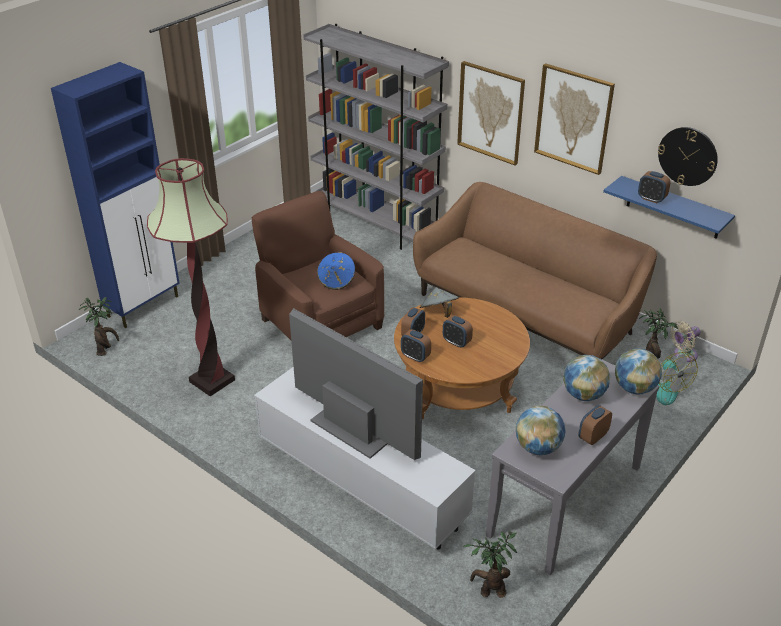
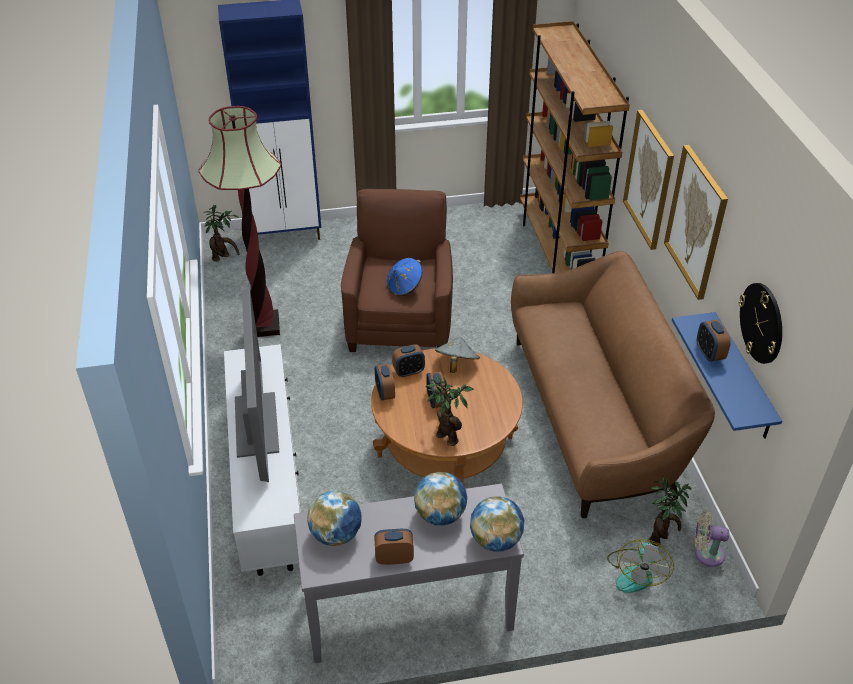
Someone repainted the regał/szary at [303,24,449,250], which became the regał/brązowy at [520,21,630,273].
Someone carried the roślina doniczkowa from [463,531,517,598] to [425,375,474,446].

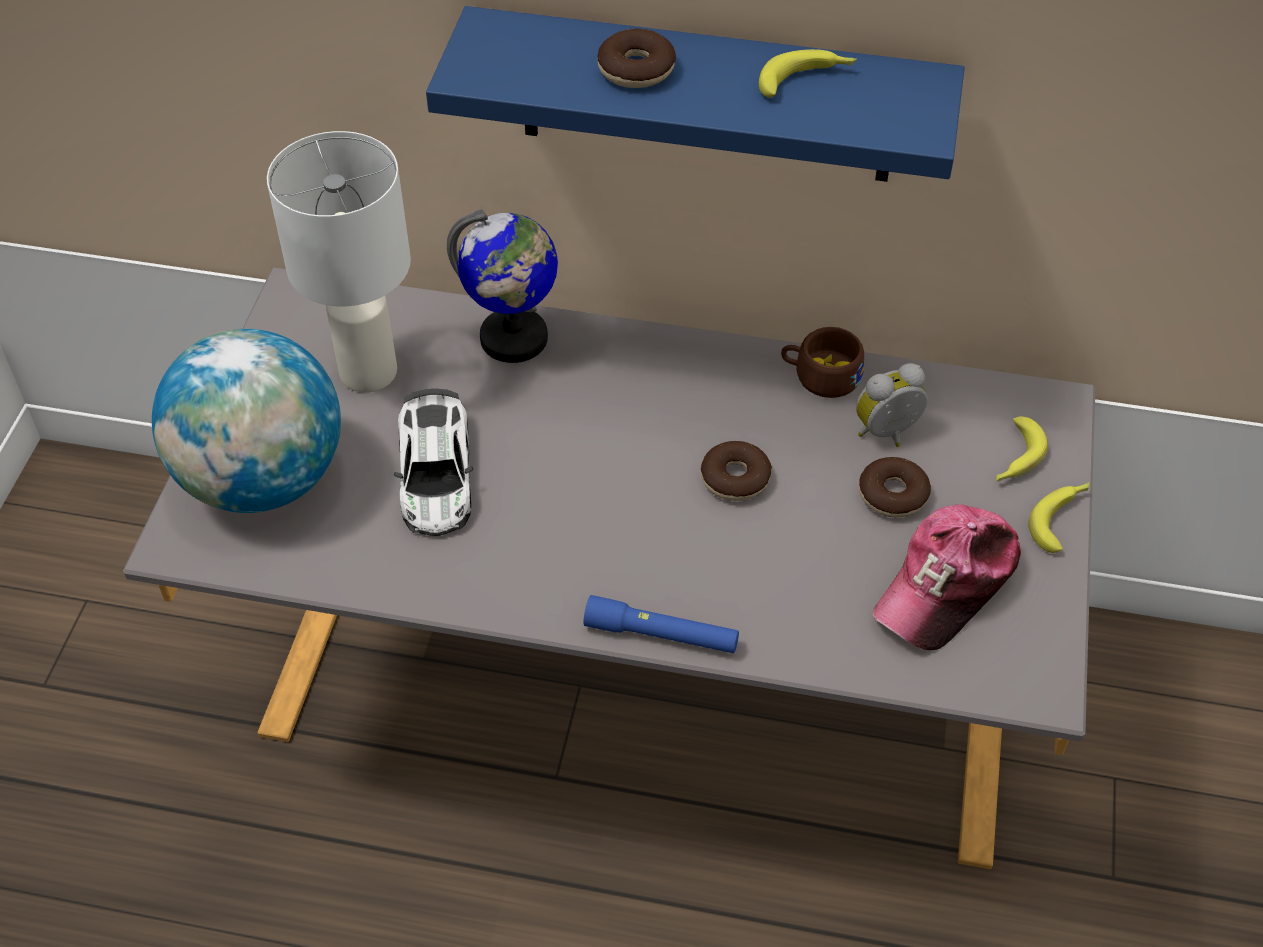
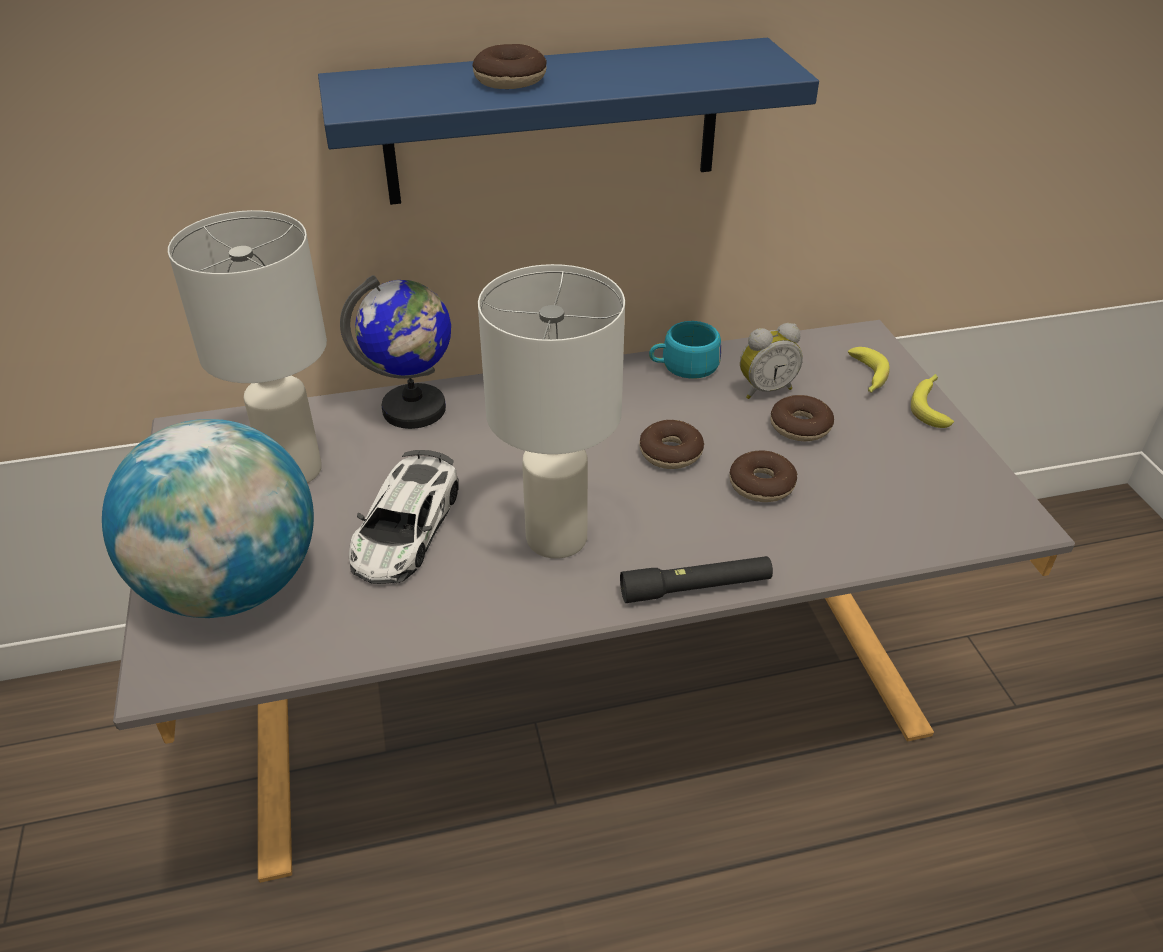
Someone rotated the samochodzik at [394,389,473,536] by 45 degrees clockwise.
Someone repainted the latarka/niebieski at [583,595,739,653], which became the latarka/czarny at [620,556,773,603].
Someone took away the banan at [759,49,857,97].
Someone repainted the filiżanka/brązowy at [781,327,864,398], which became the filiżanka/turkusowy at [649,321,721,379].
Someone rotated the budzik at [856,363,928,447] by 150 degrees counterclockwise.
Someone took away the czapka z daszkiem at [873,504,1021,650].
Someone put down the lampa stołowa/biały at [478,264,625,559].
Someone put down the donut at [730,451,797,502].

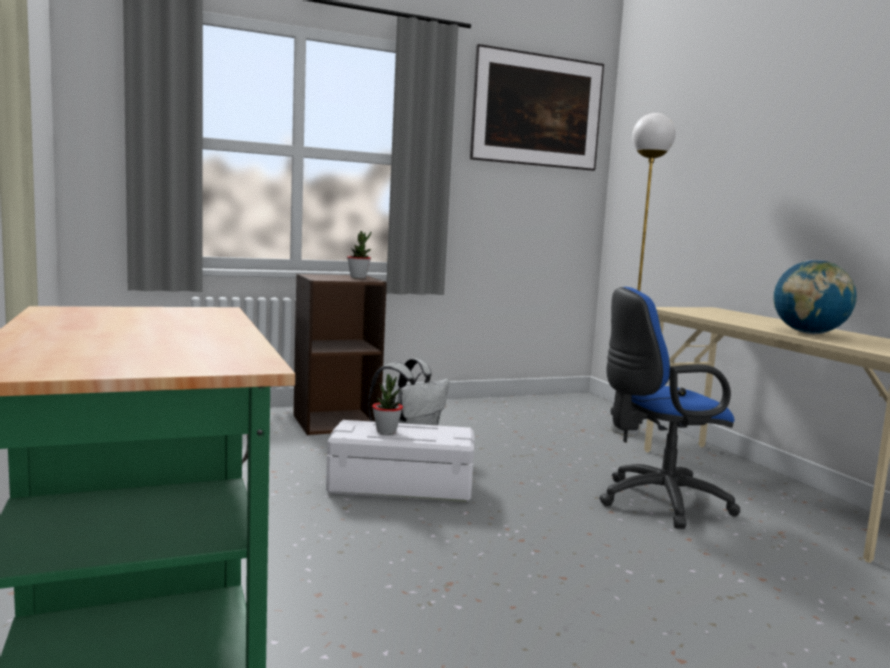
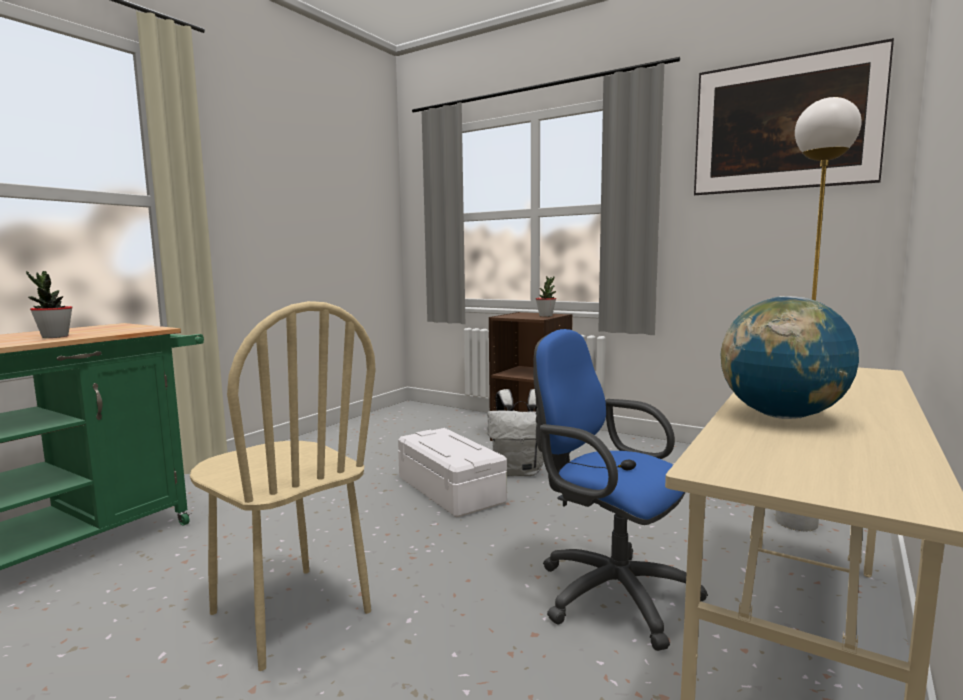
Someone carried the roślina doniczkowa from [372,374,403,434] to [26,271,73,338].
Someone put down the krzesło/beżowy at [190,301,376,671].

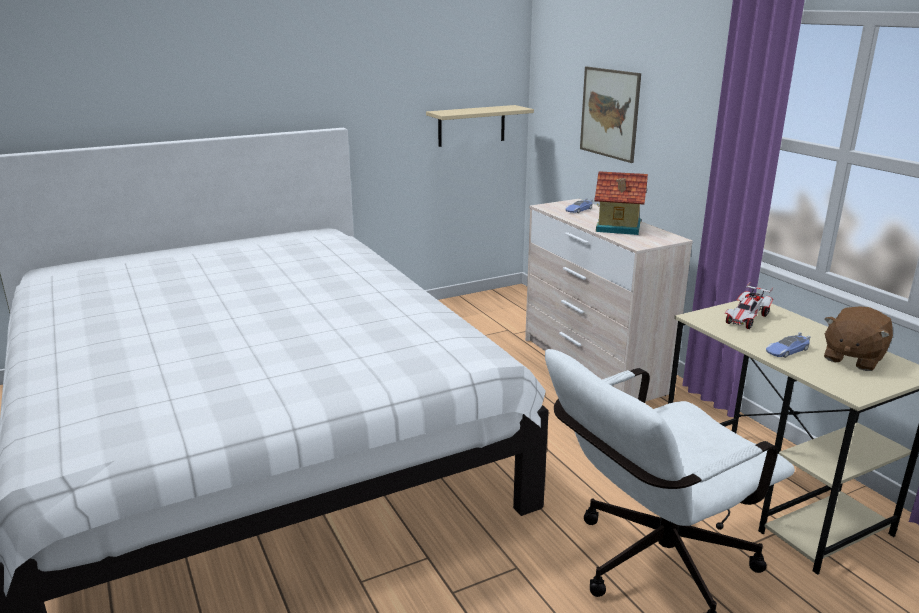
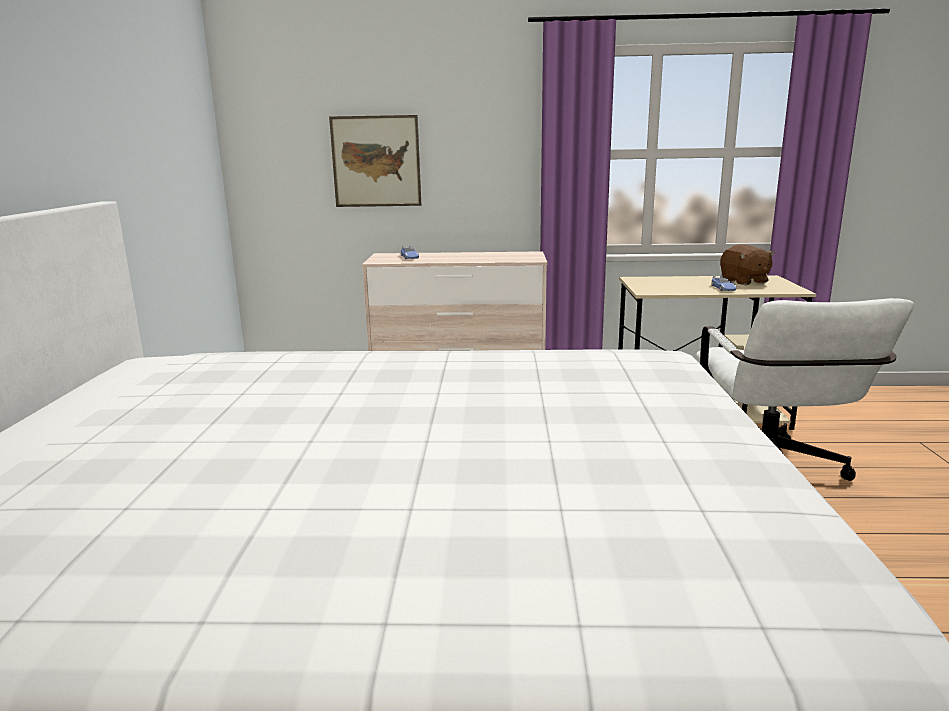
Someone took away the półka/beżowy at [426,105,534,147].
Someone took away the domek at [594,171,648,235].
Someone took away the samochodzik at [725,282,773,329].

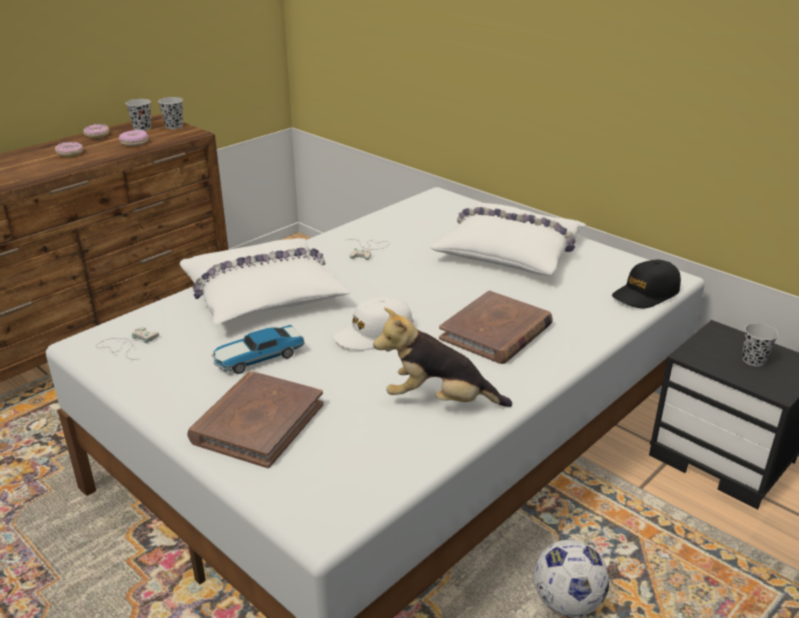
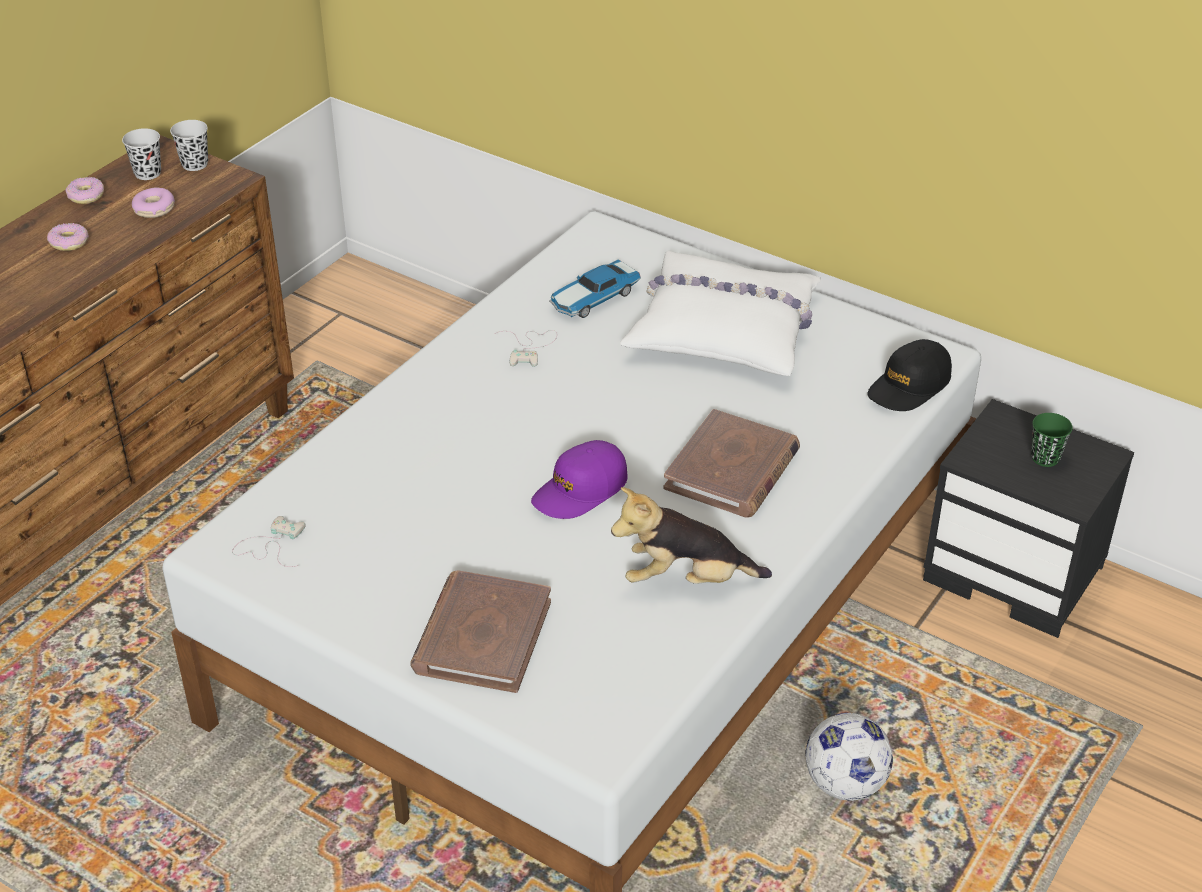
Someone took away the poduszka/biały at [180,238,350,325].
Someone carried the samochodzik from [212,325,305,374] to [549,260,641,318].
Someone repainted the czapka z daszkiem/biały at [333,296,414,351], which became the czapka z daszkiem/fioletowy at [531,440,628,519].
Someone repainted the filiżanka/czarny at [742,323,778,366], which became the filiżanka/zielony at [1031,413,1073,467].

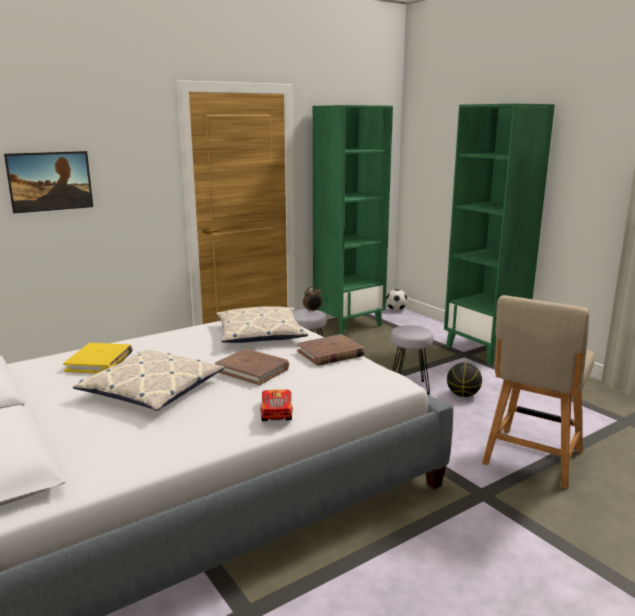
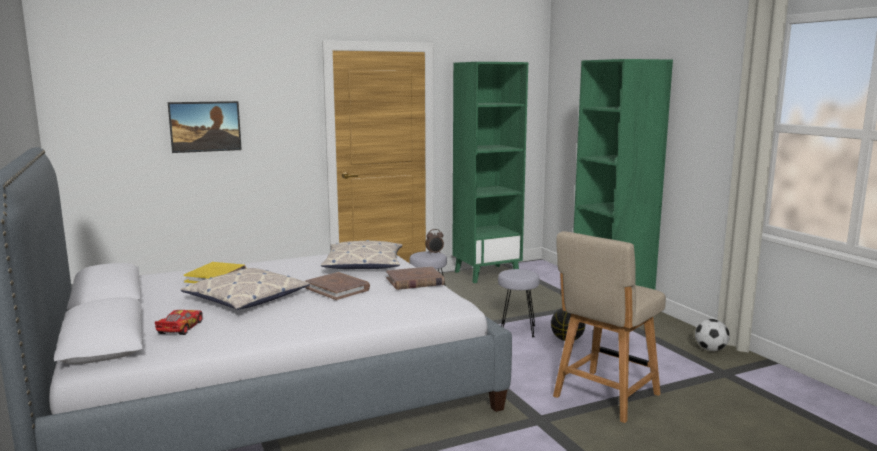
Someone carried the samochodzik from [260,390,293,421] to [155,310,203,335].
Someone carried the piłka futbolowa from [386,289,408,311] to [695,319,730,351].

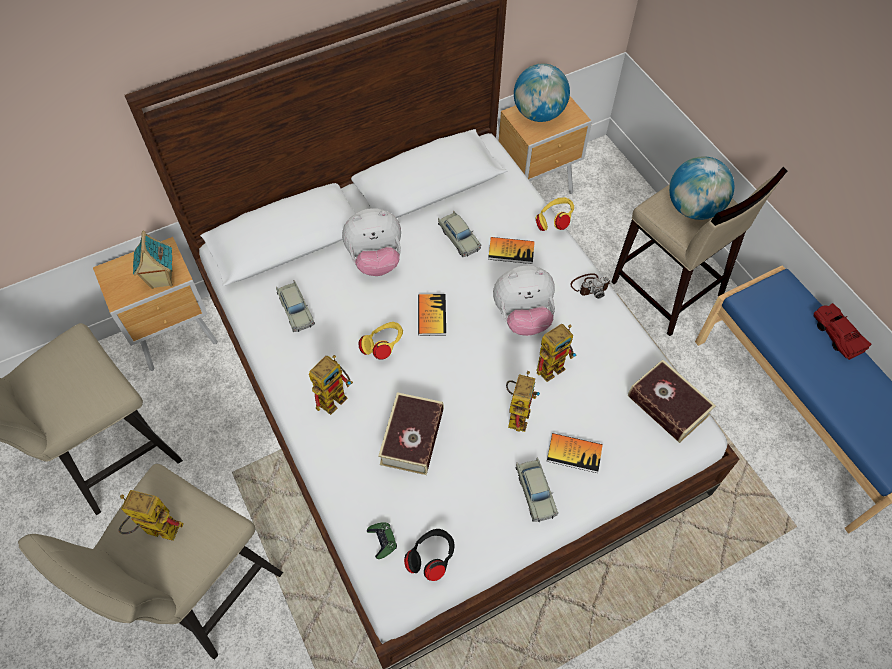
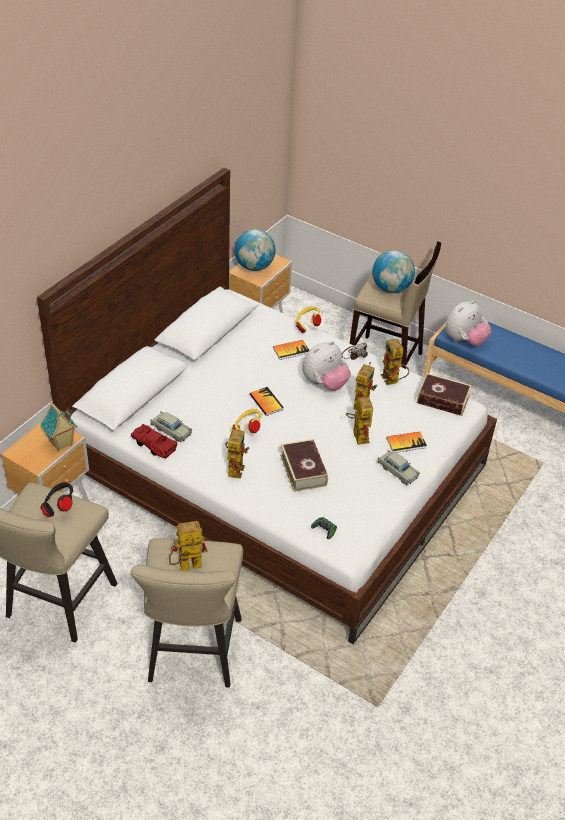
Someone carried the pluszak from [342,208,401,276] to [445,300,491,346].
Someone carried the słuchawki/czarny from [404,529,454,581] to [41,482,73,517].
Someone took away the samochodzik/beżowy at [438,211,481,257].
Someone carried the samochodzik/czerwony from [813,303,871,360] to [131,424,177,459].
Someone put down the robot zabawkowy at [381,339,409,385].

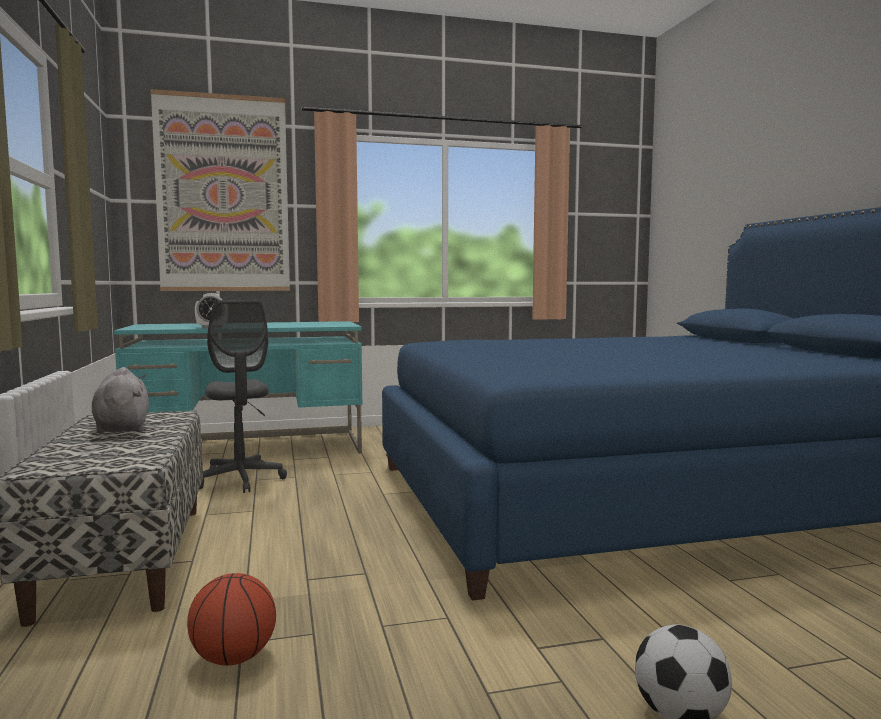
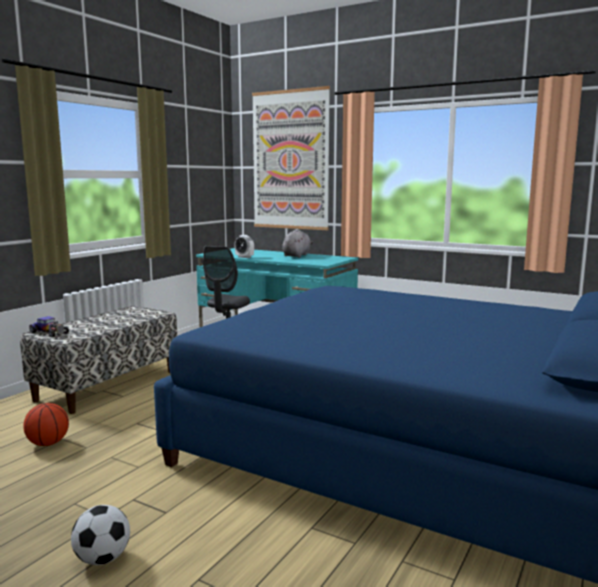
Someone carried the pluszak/szary from [92,367,149,434] to [282,229,313,258].
Someone put down the samochodzik at [29,316,69,337].

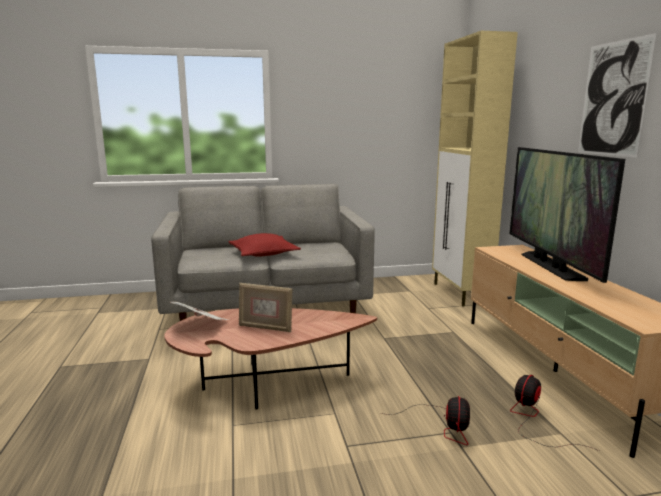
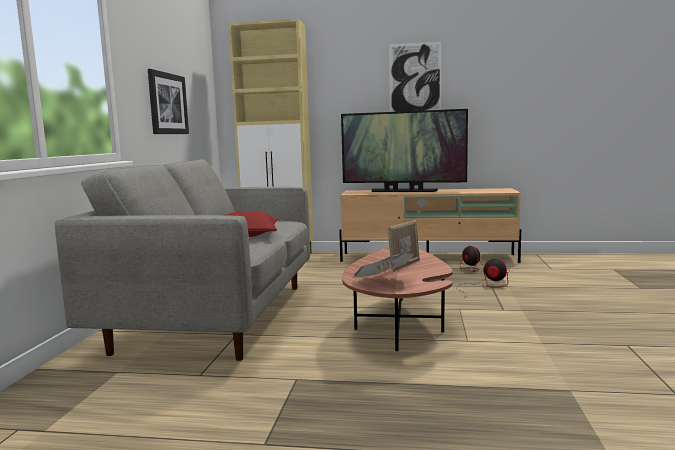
Someone put up the obraz at [148,69,189,134].

